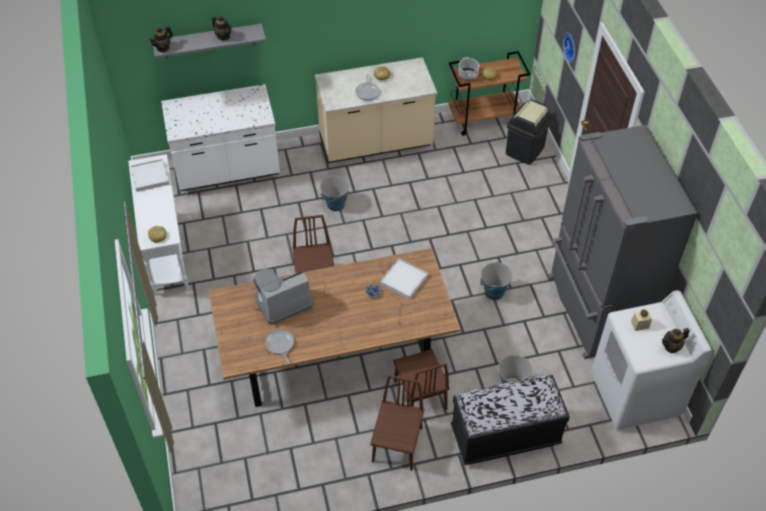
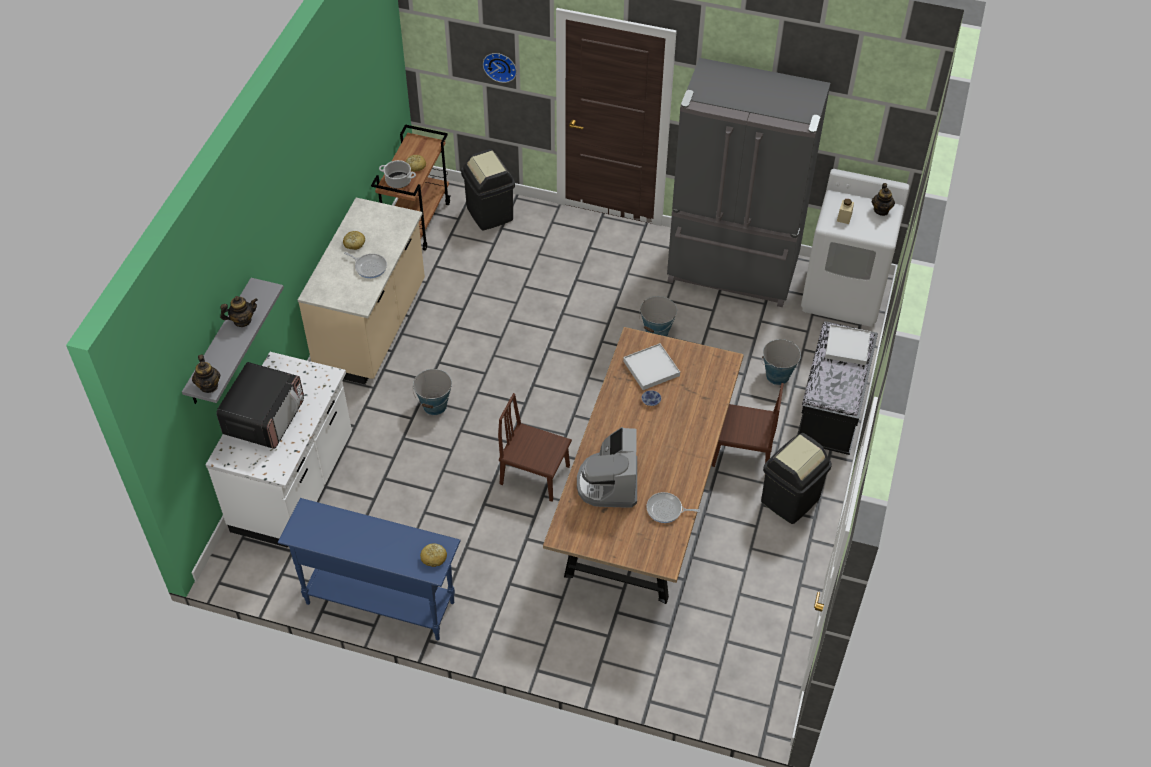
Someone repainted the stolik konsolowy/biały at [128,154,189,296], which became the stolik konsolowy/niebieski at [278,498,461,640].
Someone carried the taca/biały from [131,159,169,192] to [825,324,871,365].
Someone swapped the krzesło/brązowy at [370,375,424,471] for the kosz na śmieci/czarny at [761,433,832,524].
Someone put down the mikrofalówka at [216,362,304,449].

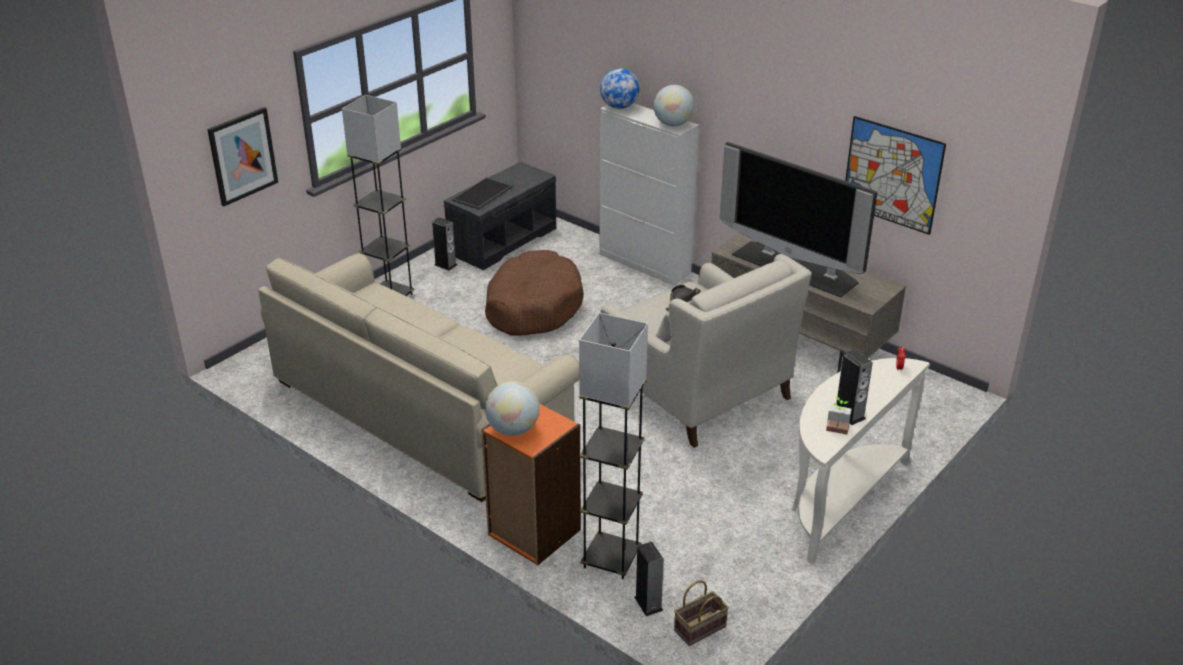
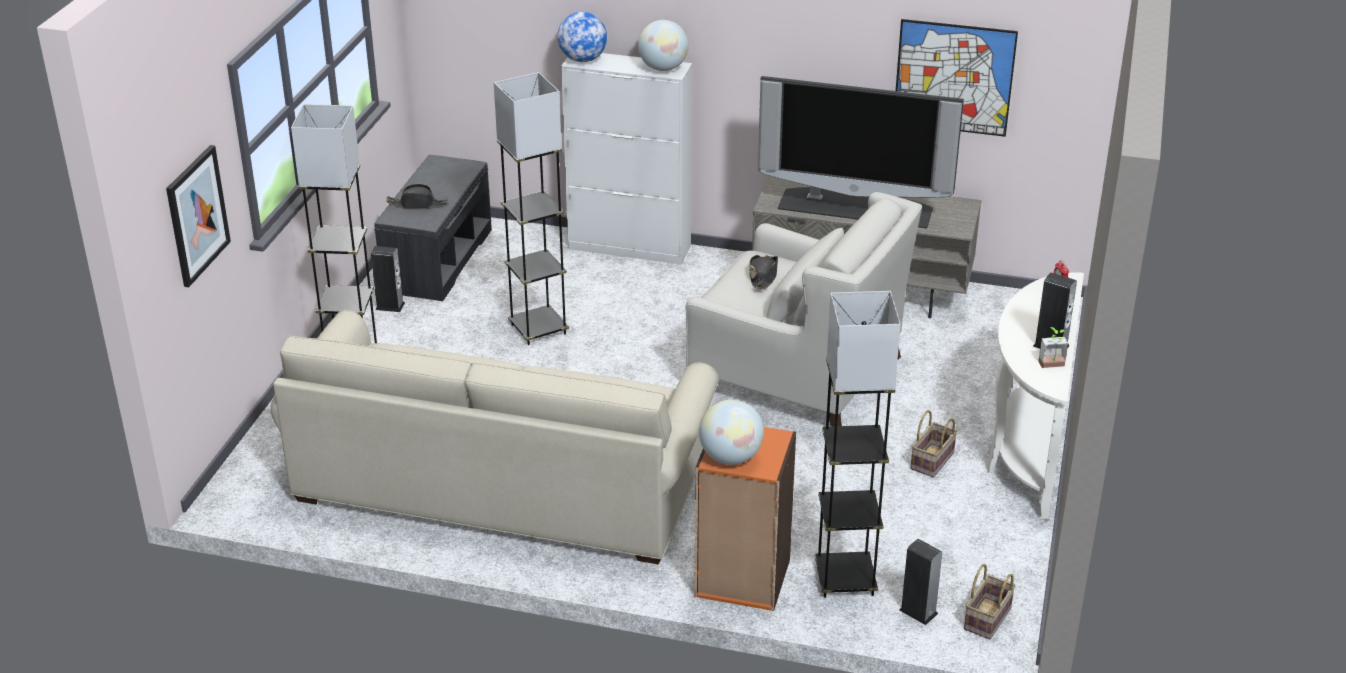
Someone swapped the taca at [452,178,513,209] for the kapelusz/czarny at [386,184,449,209].
Someone swapped the legowisko/brązowy at [485,250,584,336] for the lampa stojąca/szary at [494,72,569,345].
Someone put down the koszyk at [911,410,957,477].

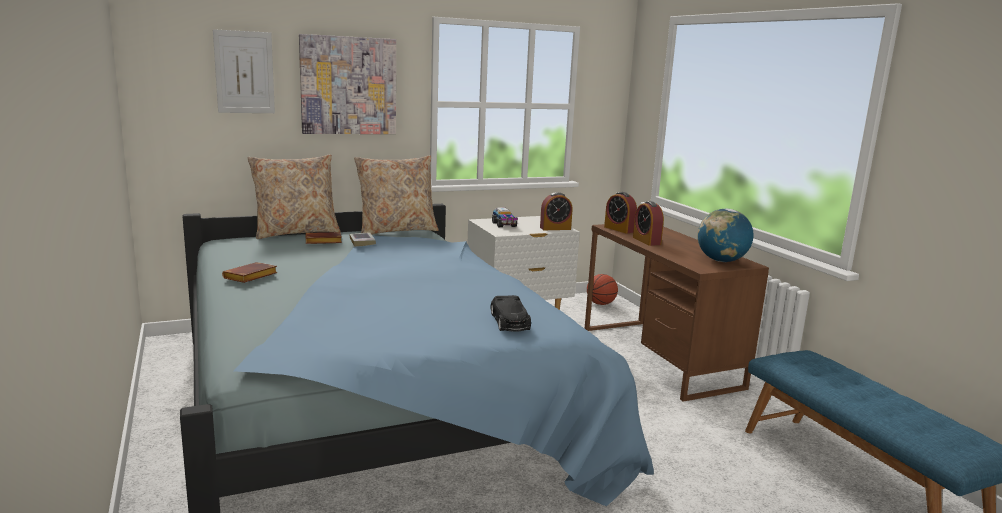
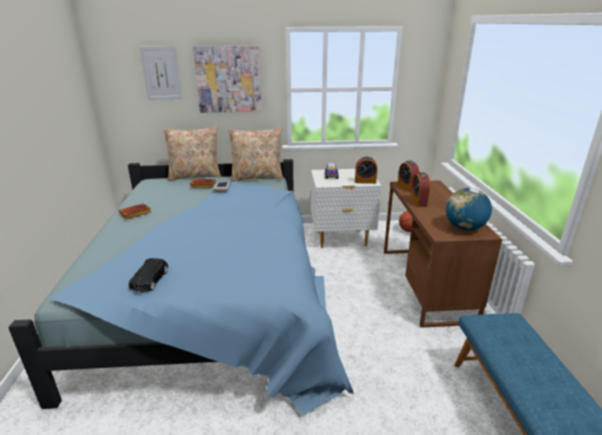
Someone carried the samochodzik/czarny from [491,295,531,332] to [129,258,168,292].

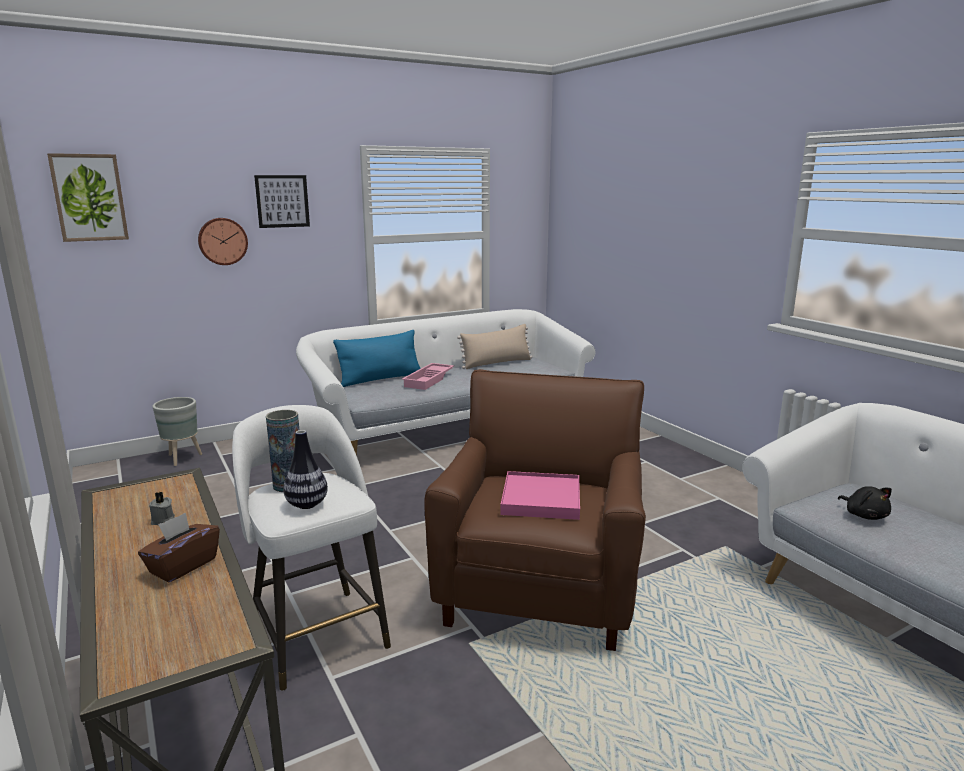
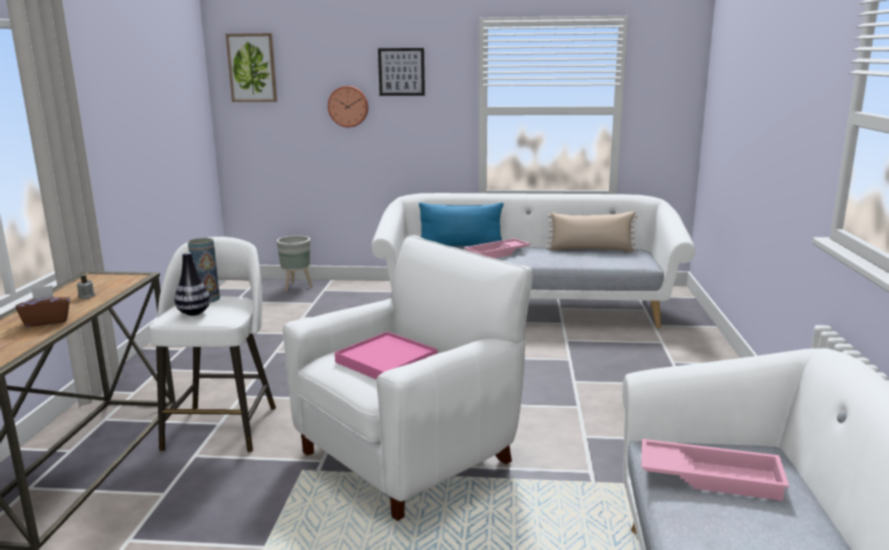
Someone repainted the fotel/brązowy at [424,369,646,651], which became the fotel/biały at [283,235,532,521].
Someone swapped the pluszak/czarny at [838,486,892,520] for the taca/różowy at [642,439,789,501].

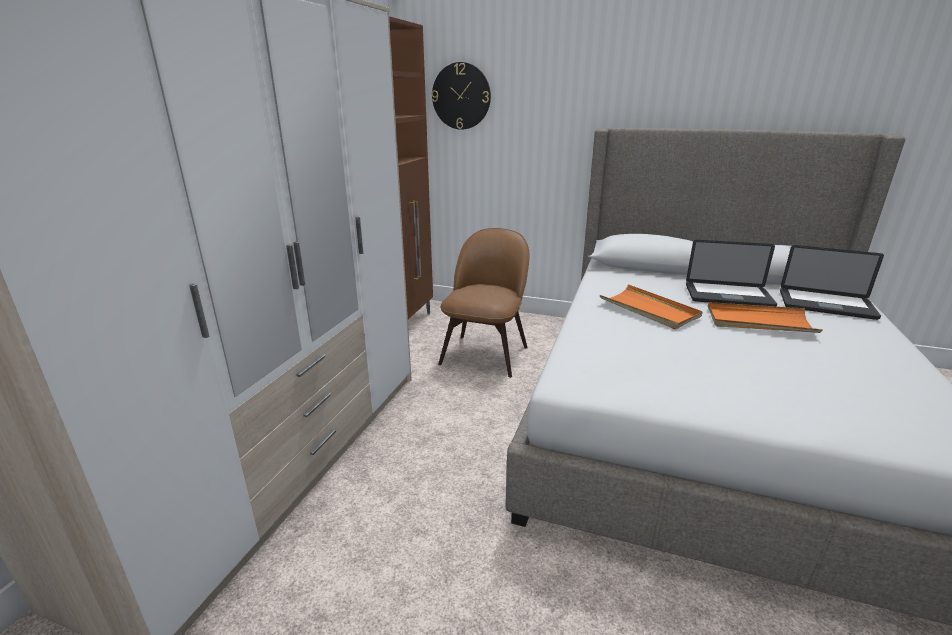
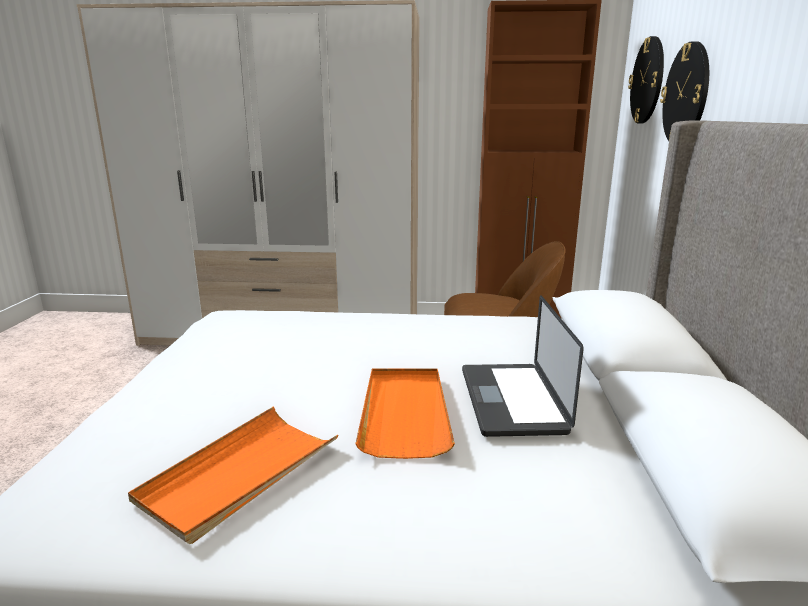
Someone carried the taca/pomarańczowy from [600,284,703,329] to [128,406,338,544].
Someone took away the laptop at [780,245,884,320].
Someone put up the zegar ścienny at [660,41,709,141].

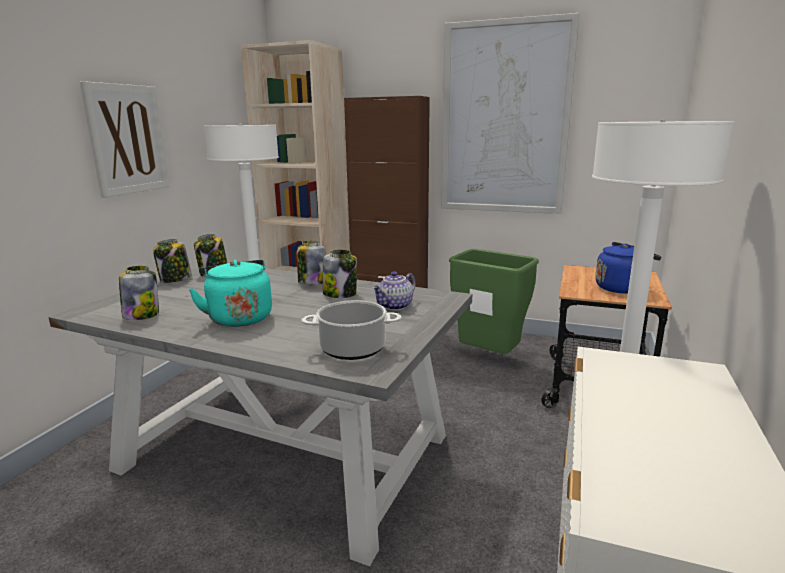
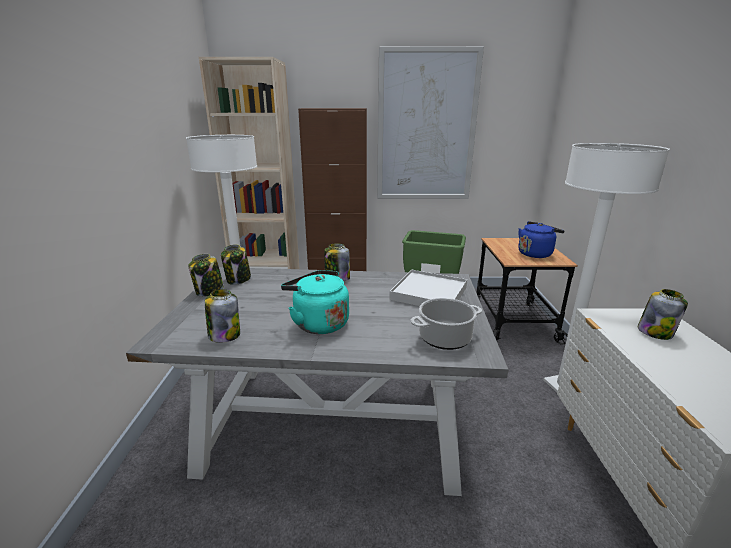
Someone took away the obraz at [80,81,170,198].
Someone carried the słoik from [323,249,357,298] to [638,289,688,340].
Someone swapped the imbryk at [372,272,416,310] for the taca/biały at [389,269,467,306].

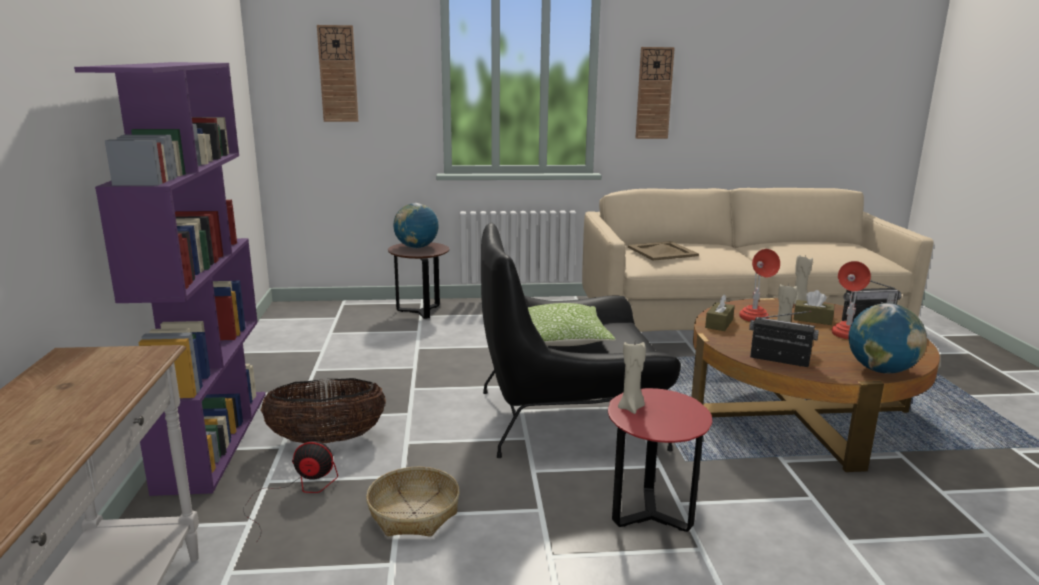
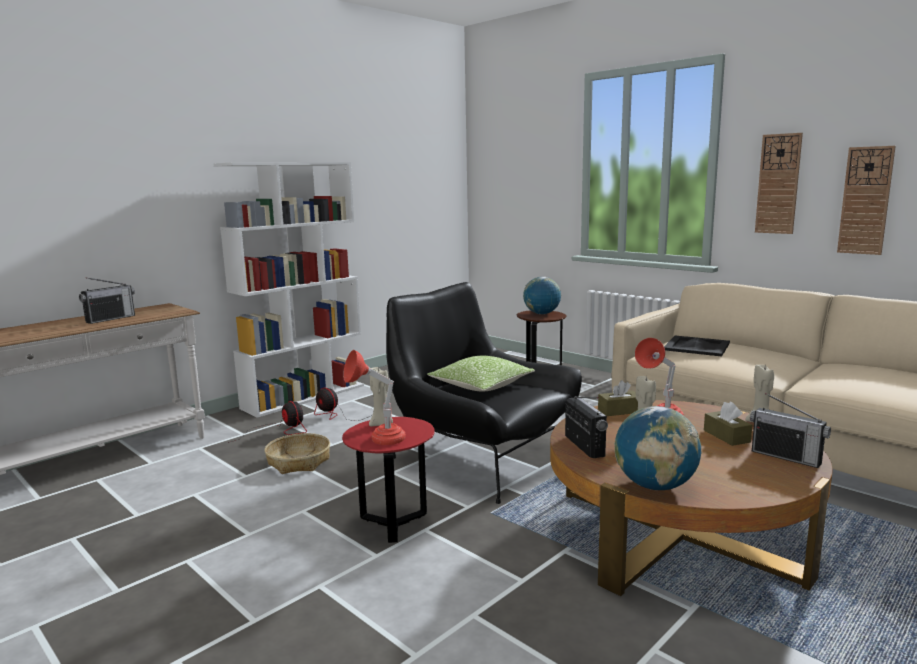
Someone repainted the regał/fioletowy at [74,62,266,496], which became the regał/biały at [214,162,364,418].
Someone swapped the koszyk at [260,378,386,443] for the wentylator at [314,388,370,421].
Someone carried the zegar ścienny from [317,25,358,122] to [837,146,896,255].
Someone repainted the taca/beżowy at [628,241,699,261], which became the taca/czarny at [664,335,730,357].
Someone carried the lampa stołowa/czerwony from [832,261,871,339] to [343,350,406,445].
Someone put down the radio at [79,277,135,324].

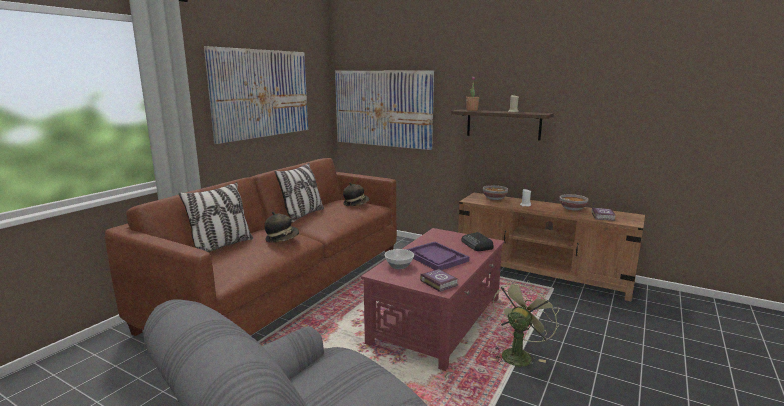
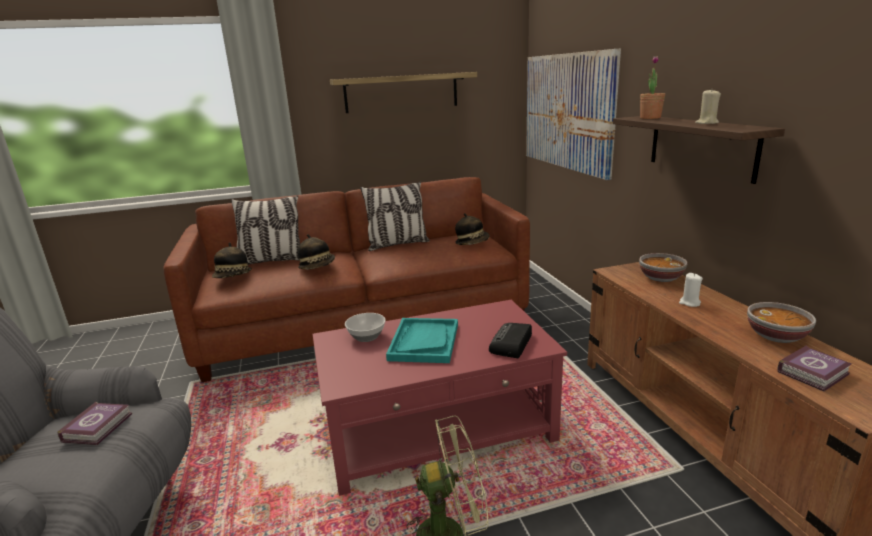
Someone swapped the obraz at [204,46,308,144] for the półka at [330,72,477,113].
Someone repainted the taca/fioletowy at [405,242,469,270], which became the taca/turkusowy at [386,318,458,363].
Someone carried the książka from [420,269,458,292] to [57,402,132,445].
Someone put down the kapelusz at [212,242,252,278].

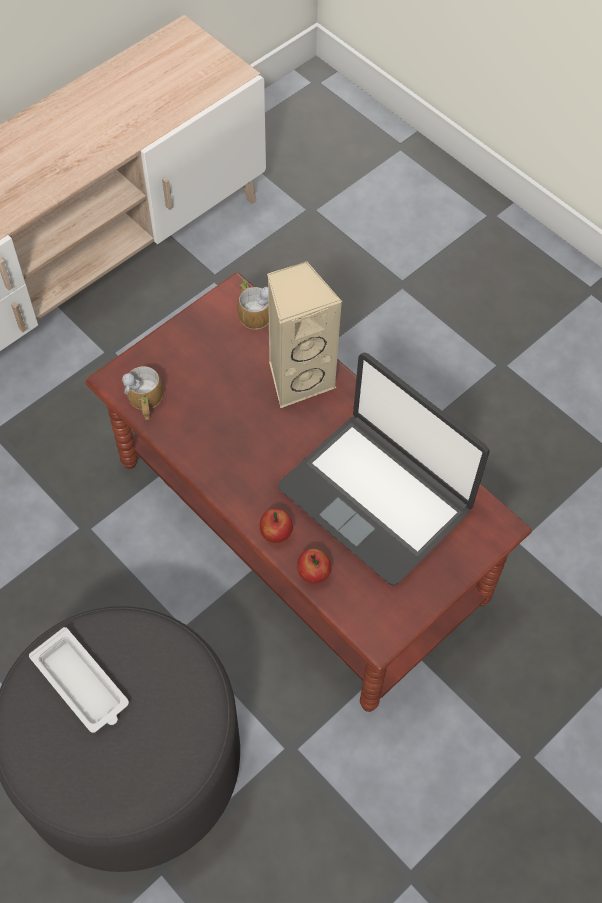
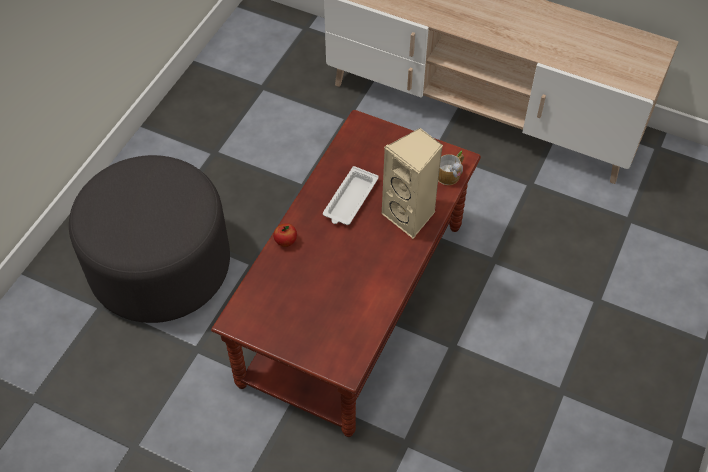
Someone carried the taca/biały from [29,627,129,733] to [323,166,379,225].
Someone took away the kubek at [122,366,163,420].
Someone took away the laptop at [278,352,490,586].
Someone took away the jabłko at [297,548,332,583].

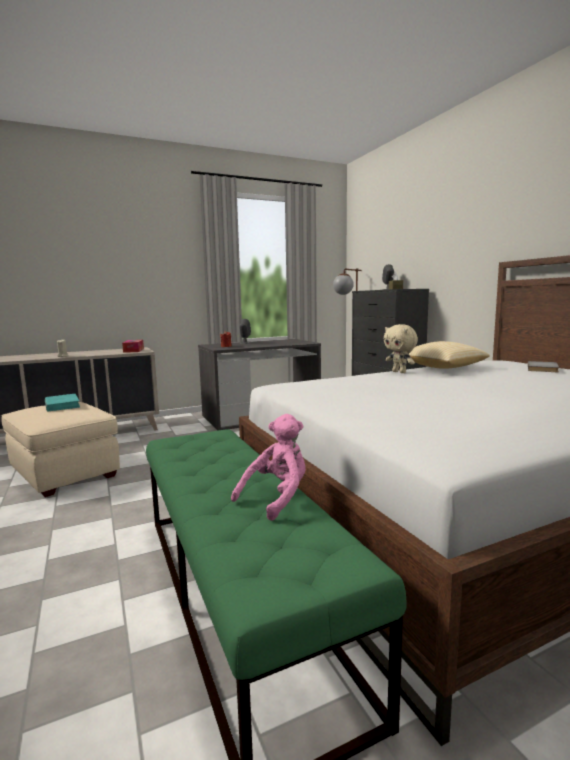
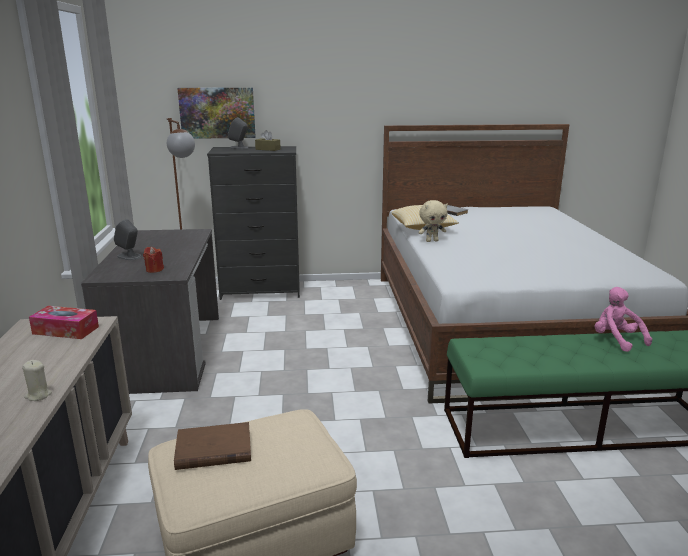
Someone repainted the książka/turkusowy at [45,394,80,411], which became the książka/brązowy at [174,422,251,470].
Someone put up the obraz at [177,87,256,139].

